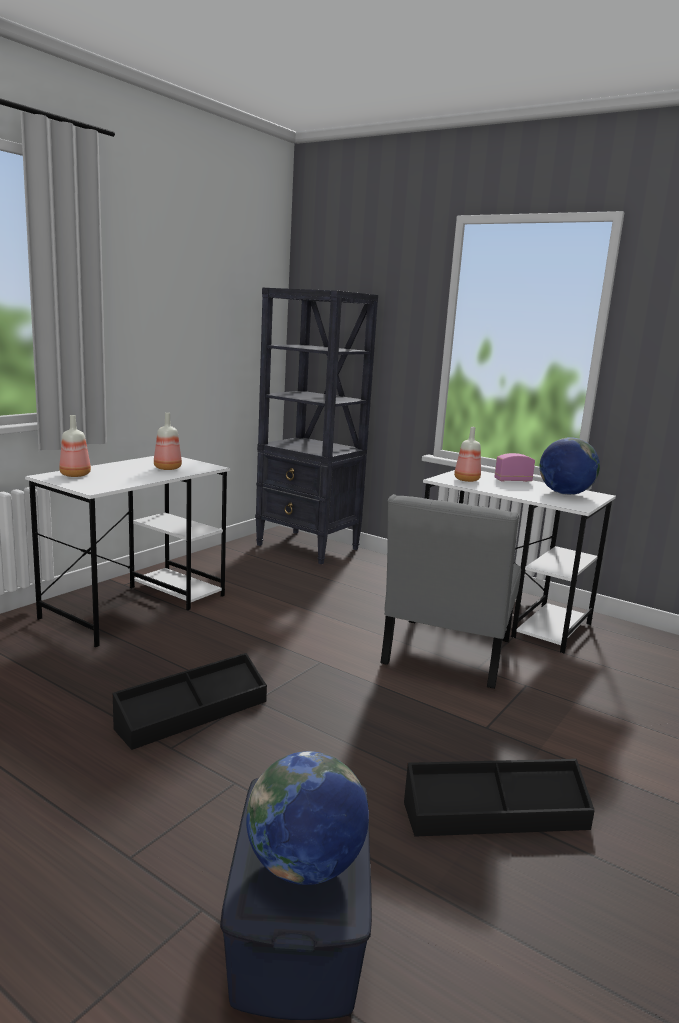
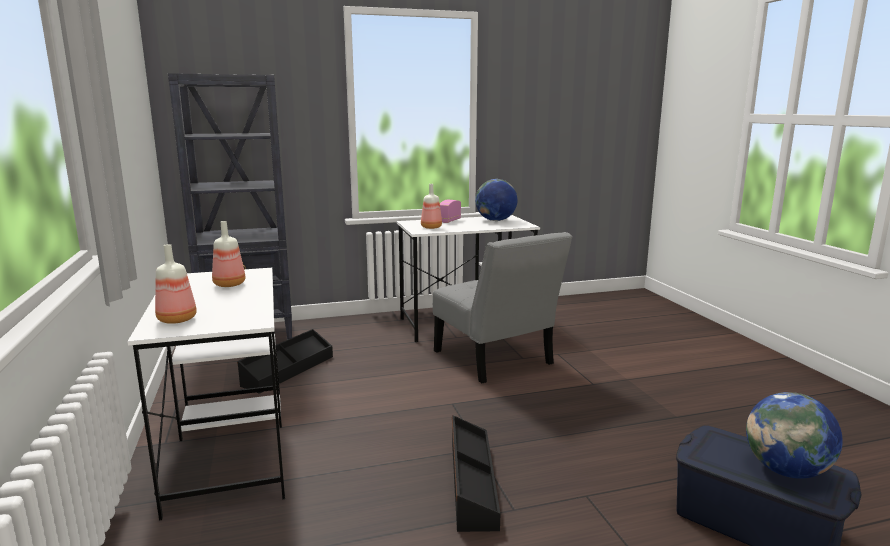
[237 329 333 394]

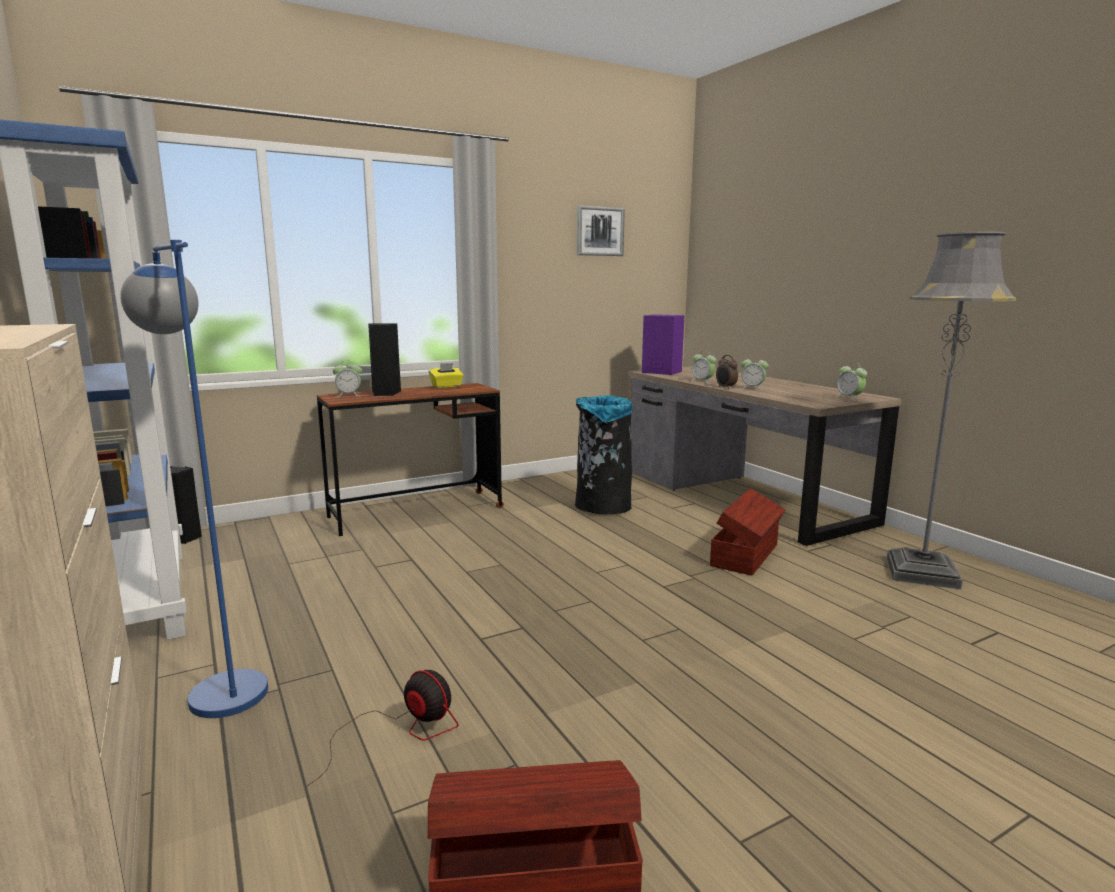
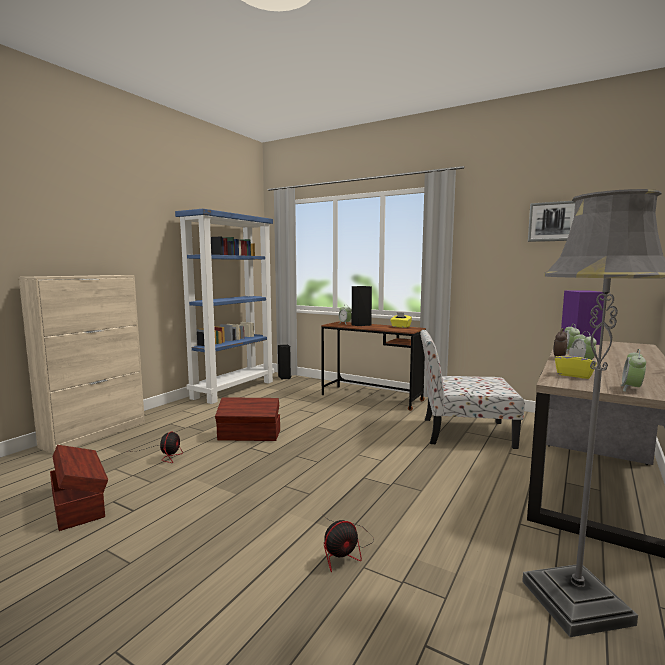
[120 240 268 718] (first image)
[420 330 525 449]
[215 397 280 441]
[322 514 374 572]
[555 347 597 379]

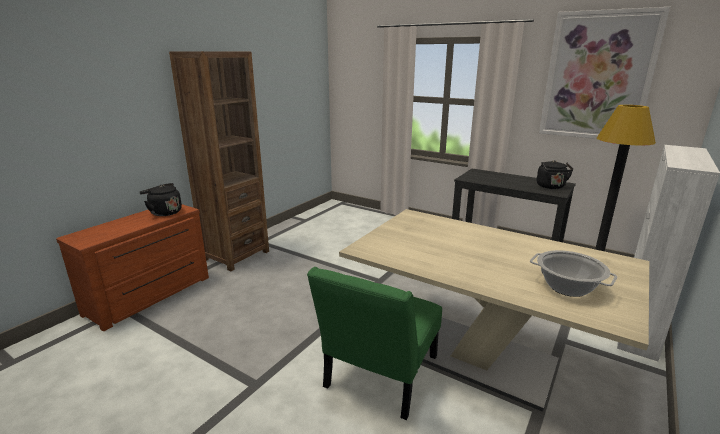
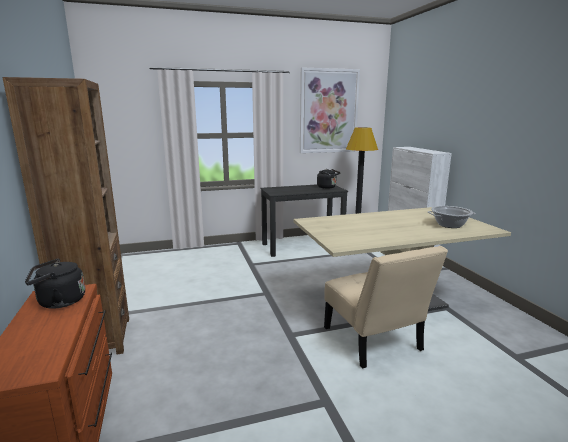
[324 246 448 369]

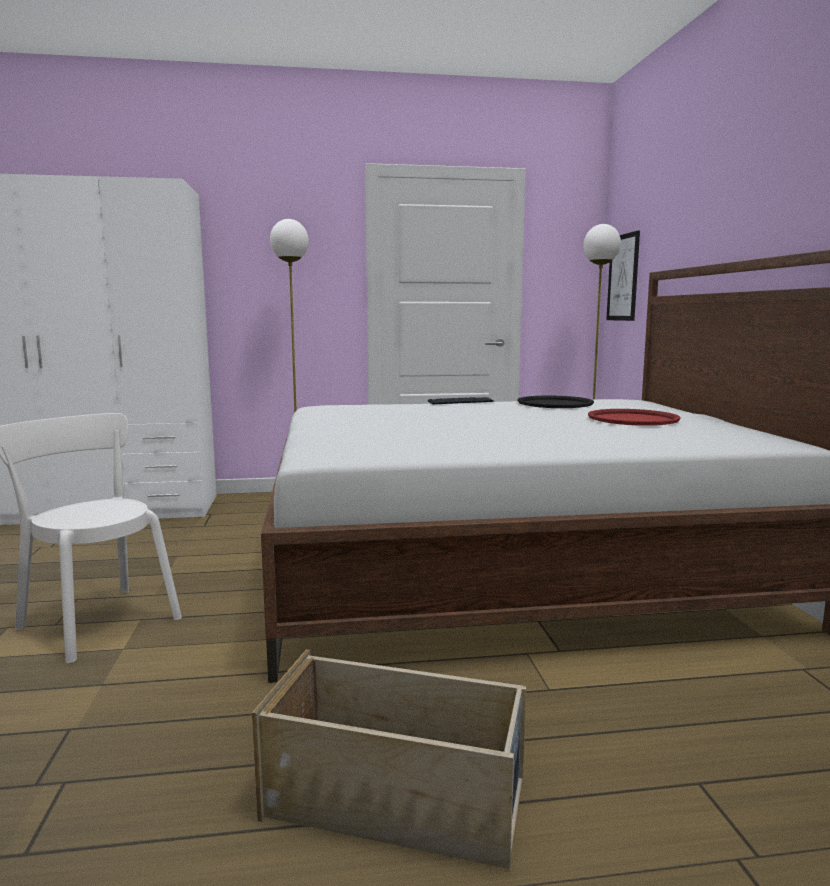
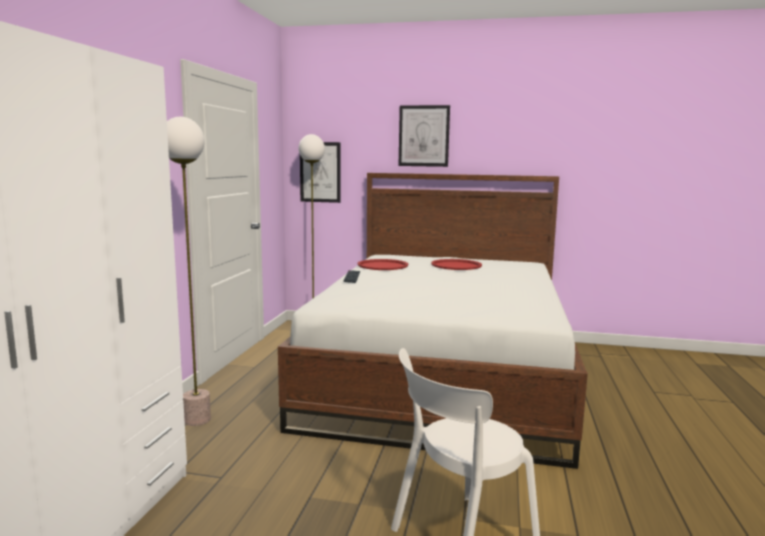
[252 649 526 869] (first image)
[357 259 408 270]
[399 105 450 167]

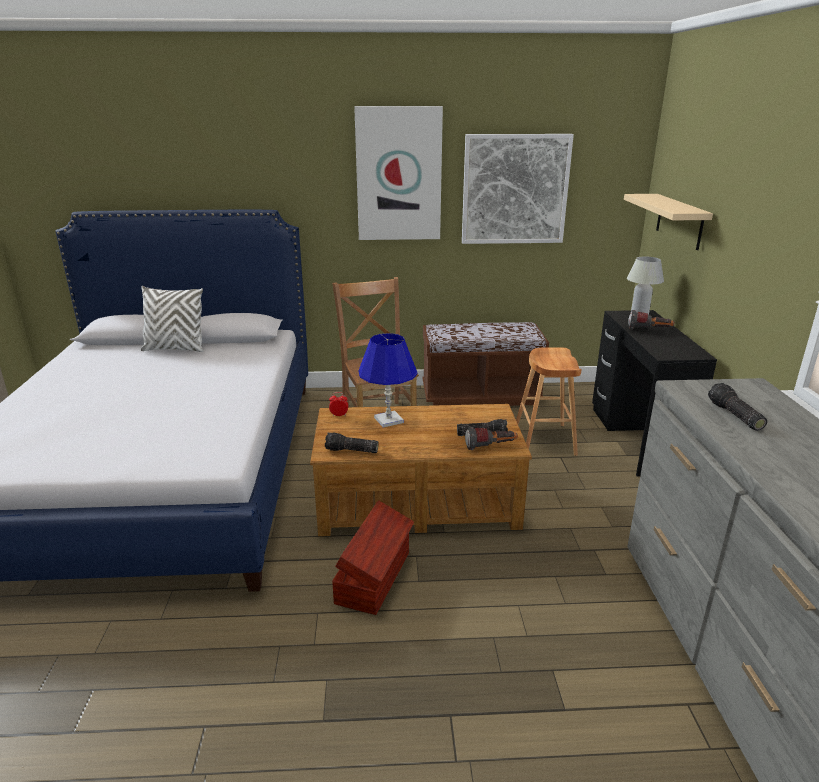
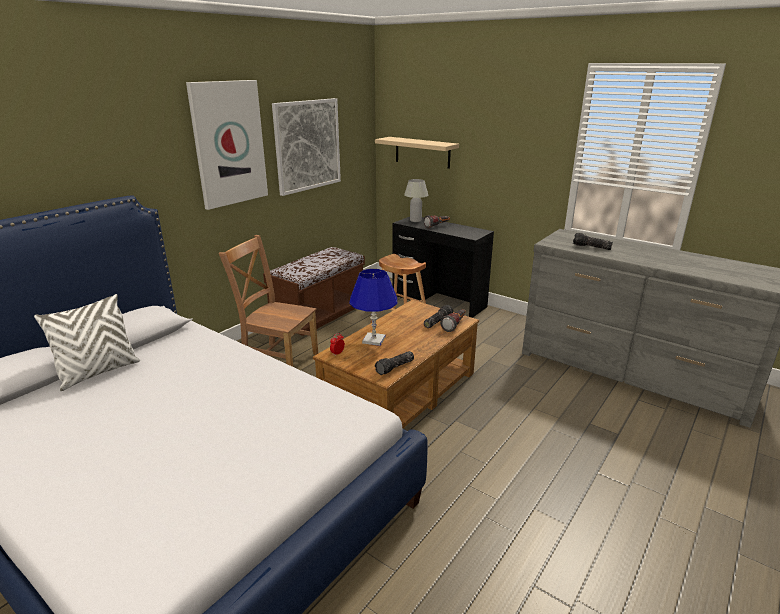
[332 500 414 615] (first image)

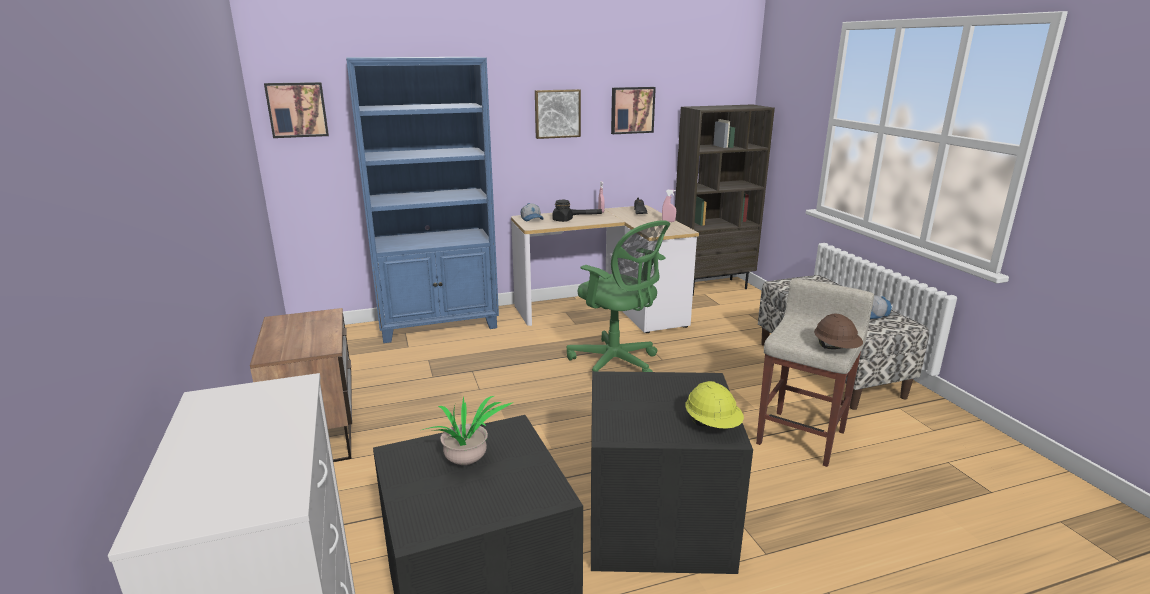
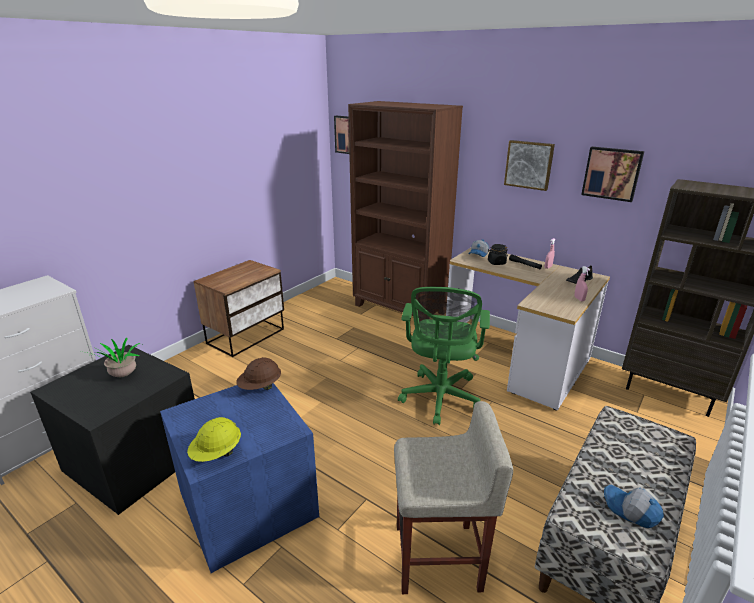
[348 101 463 316]
[160 383 319 573]
[236 357 281 390]

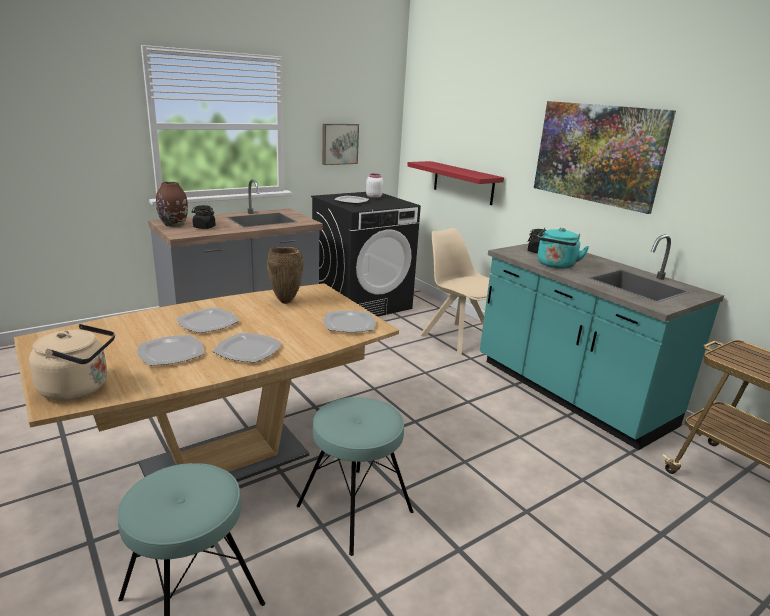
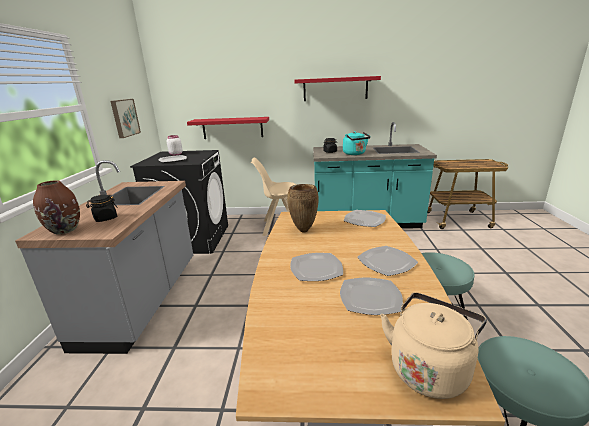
[295 76 381 101]

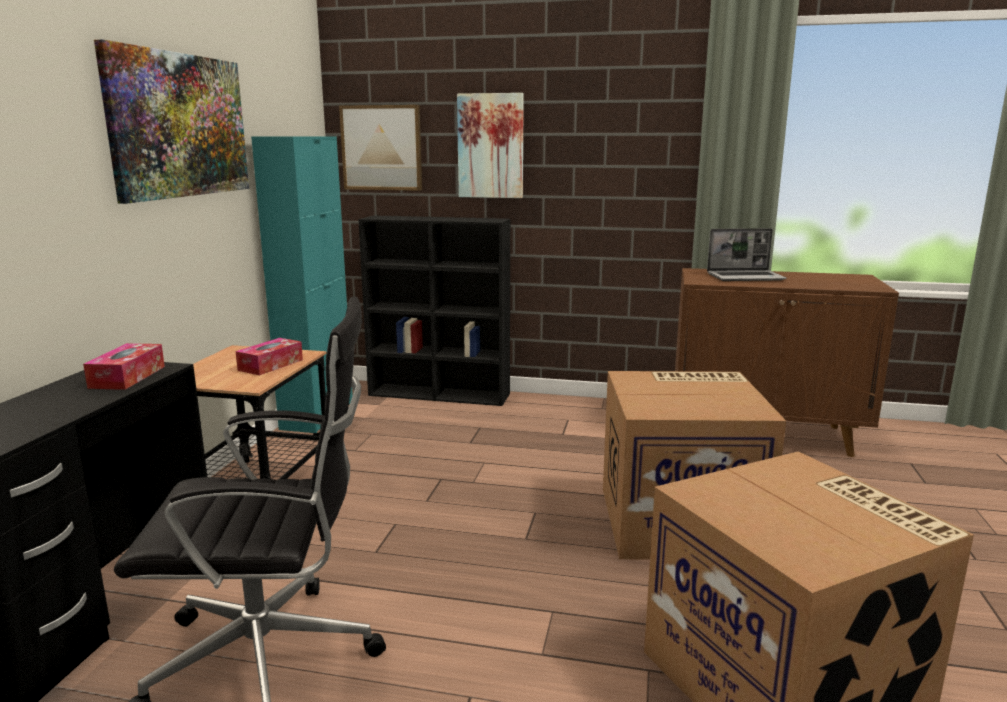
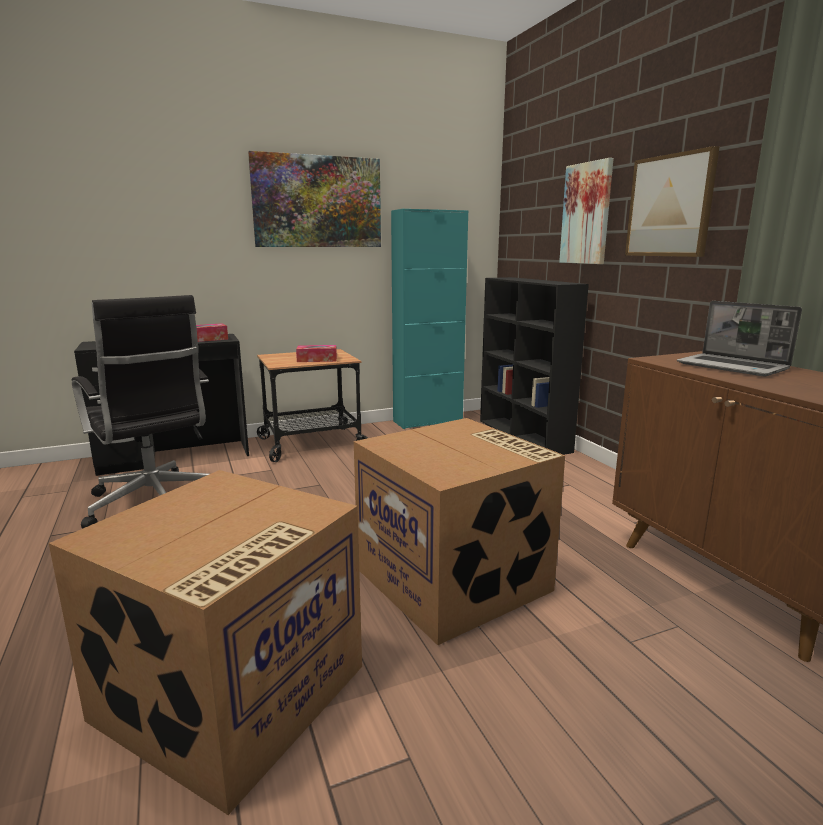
[625 146 719 257]

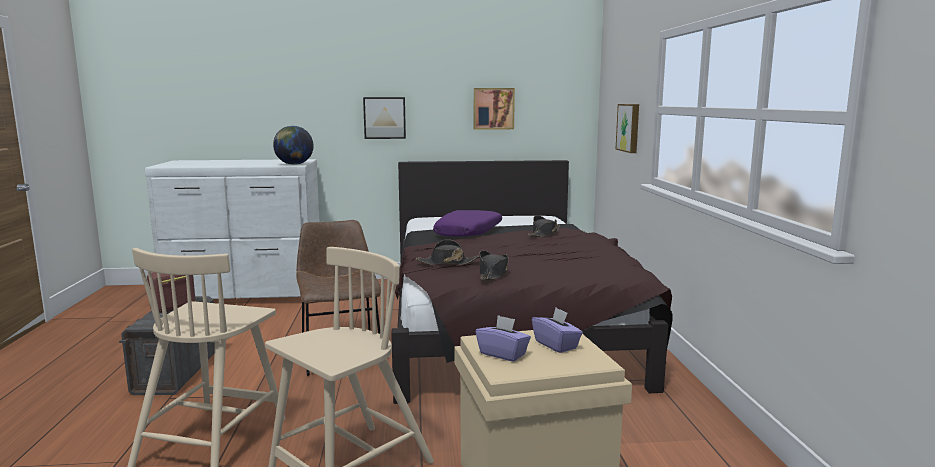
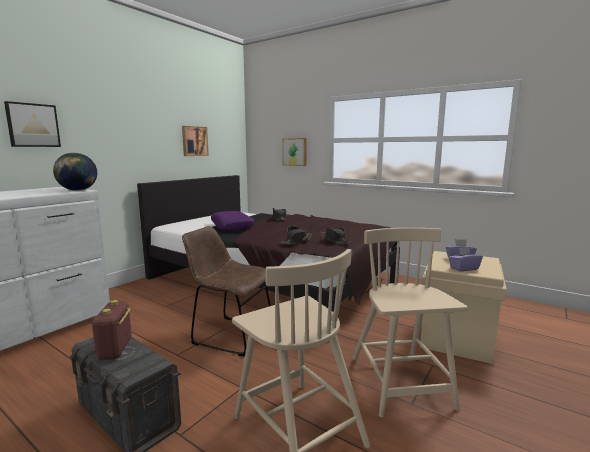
[4 101 61 147]

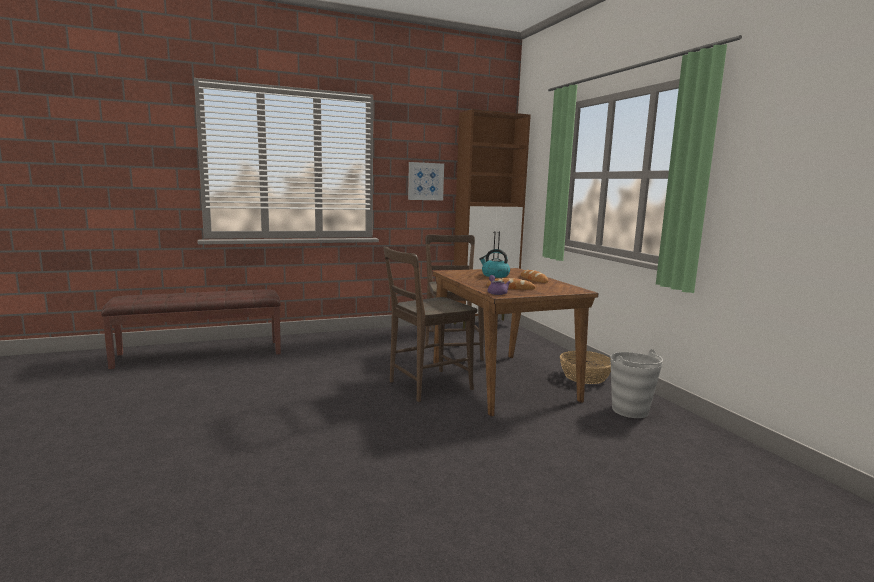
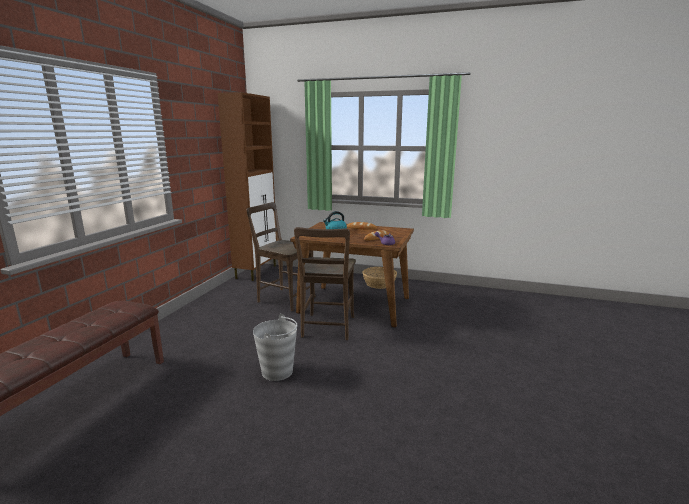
[408 162 444 200] (first image)
[253 314 297 381]

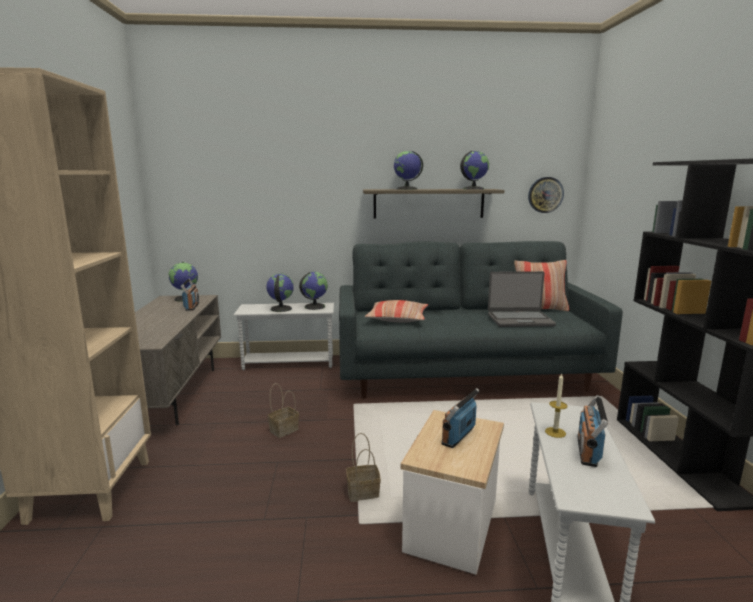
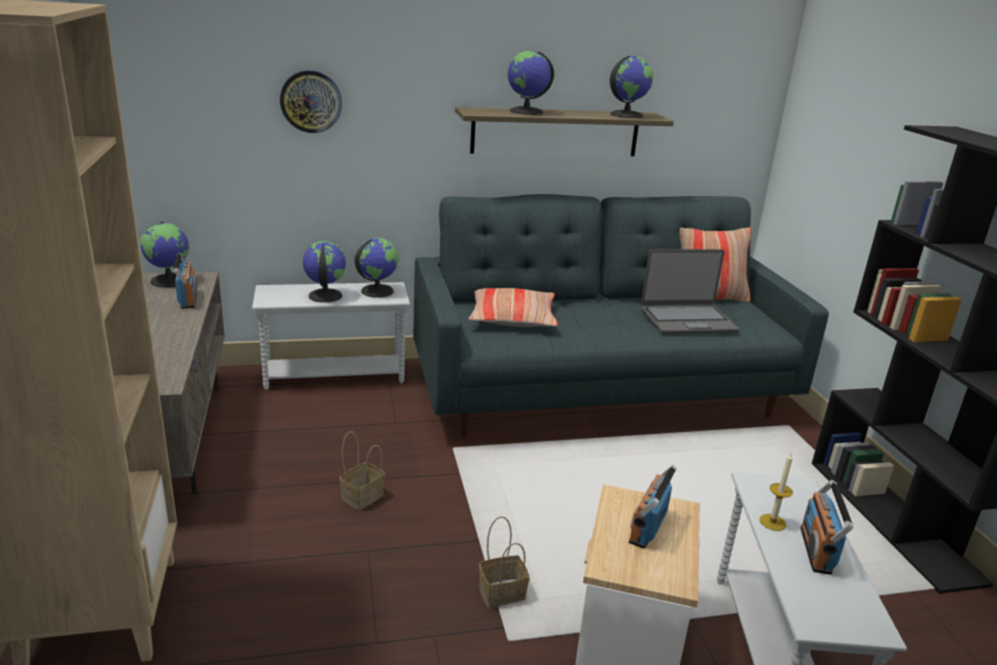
[280 70 342 133]

